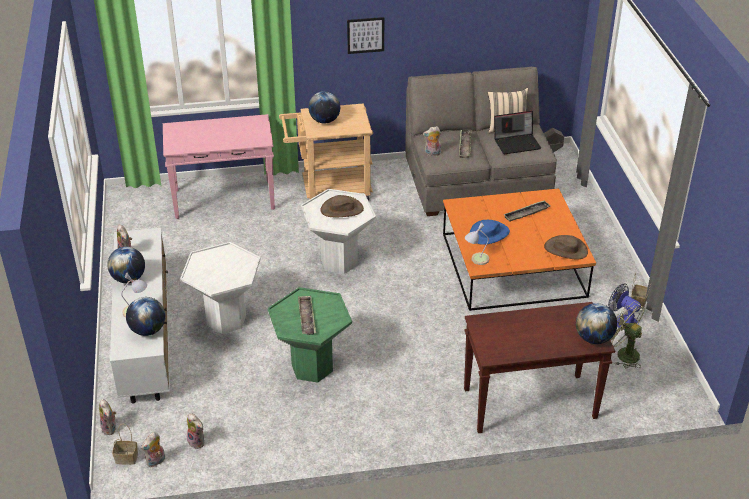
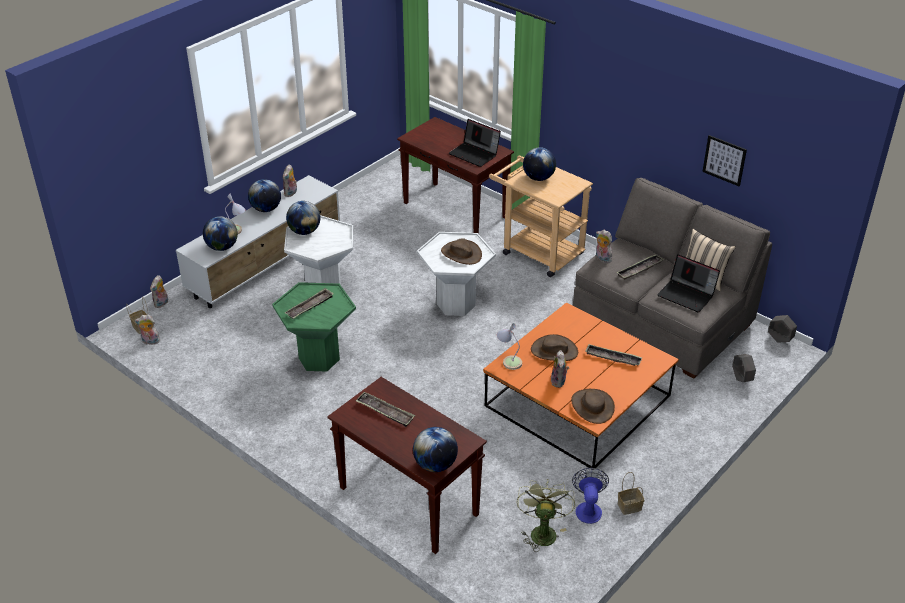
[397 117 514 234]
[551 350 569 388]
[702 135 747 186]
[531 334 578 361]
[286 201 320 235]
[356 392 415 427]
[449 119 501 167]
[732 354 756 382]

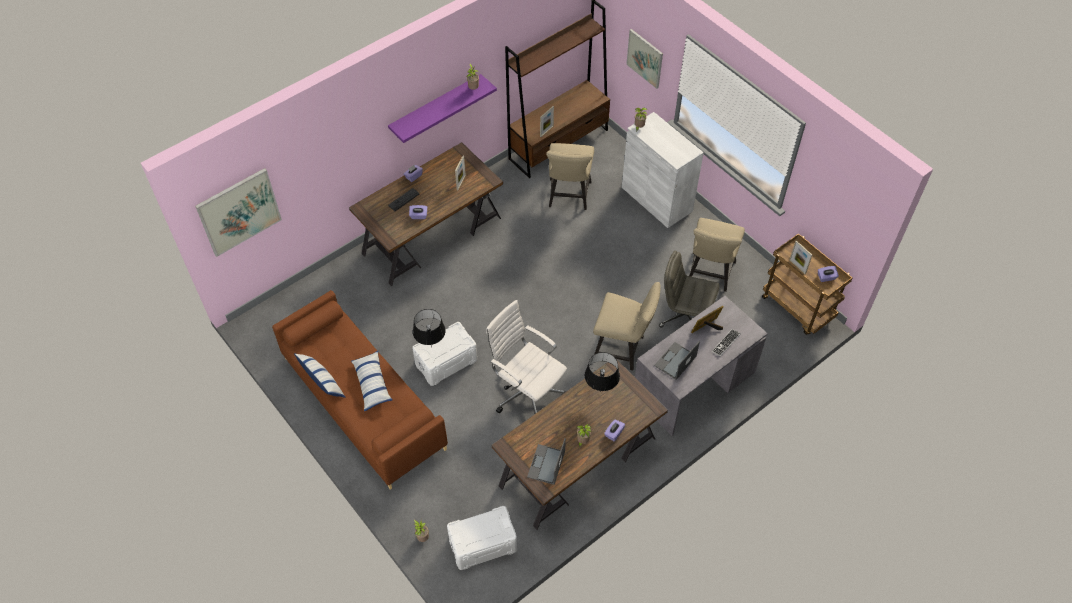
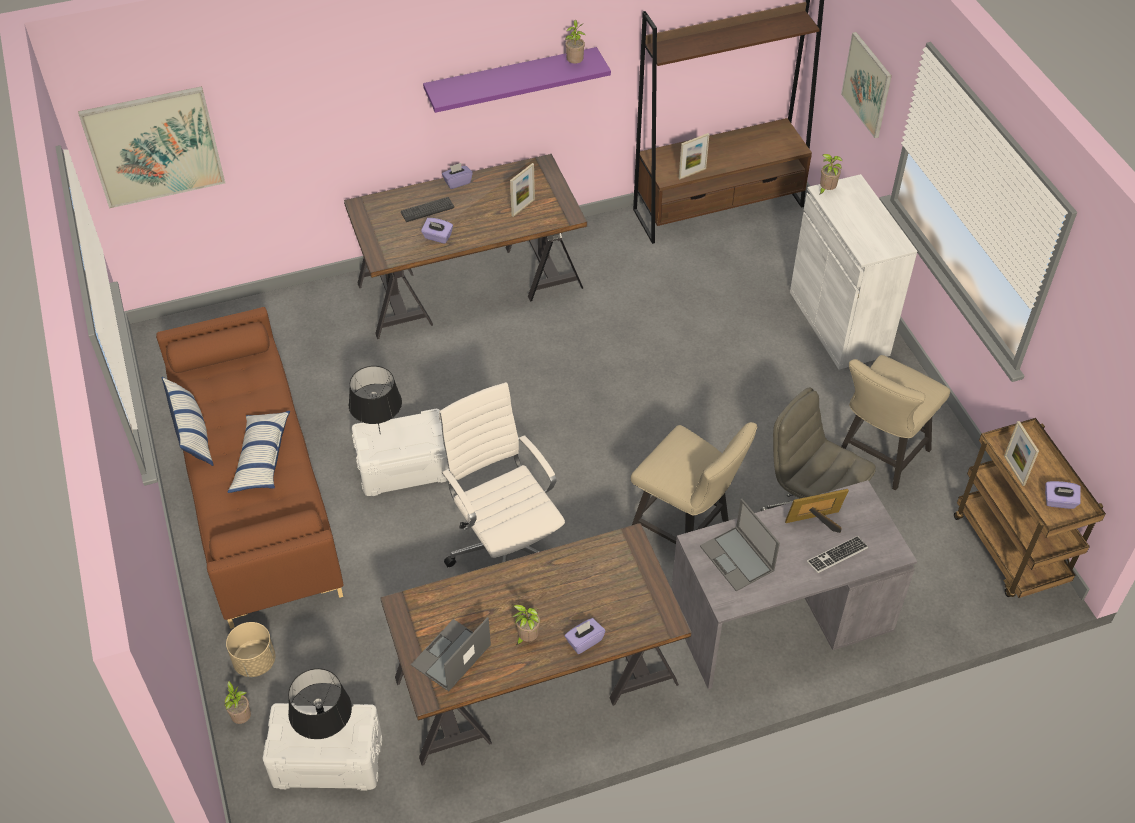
[546 143 594 210] (first image)
[288 668 352 739]
[700 499 780 591]
[226 622 276 677]

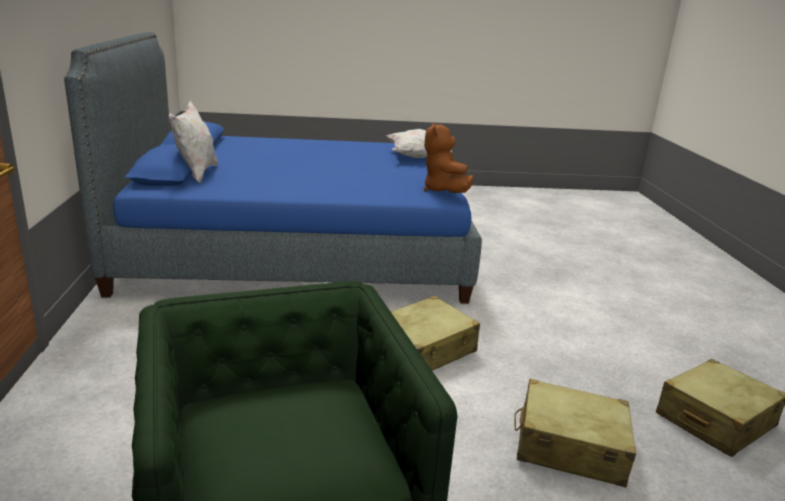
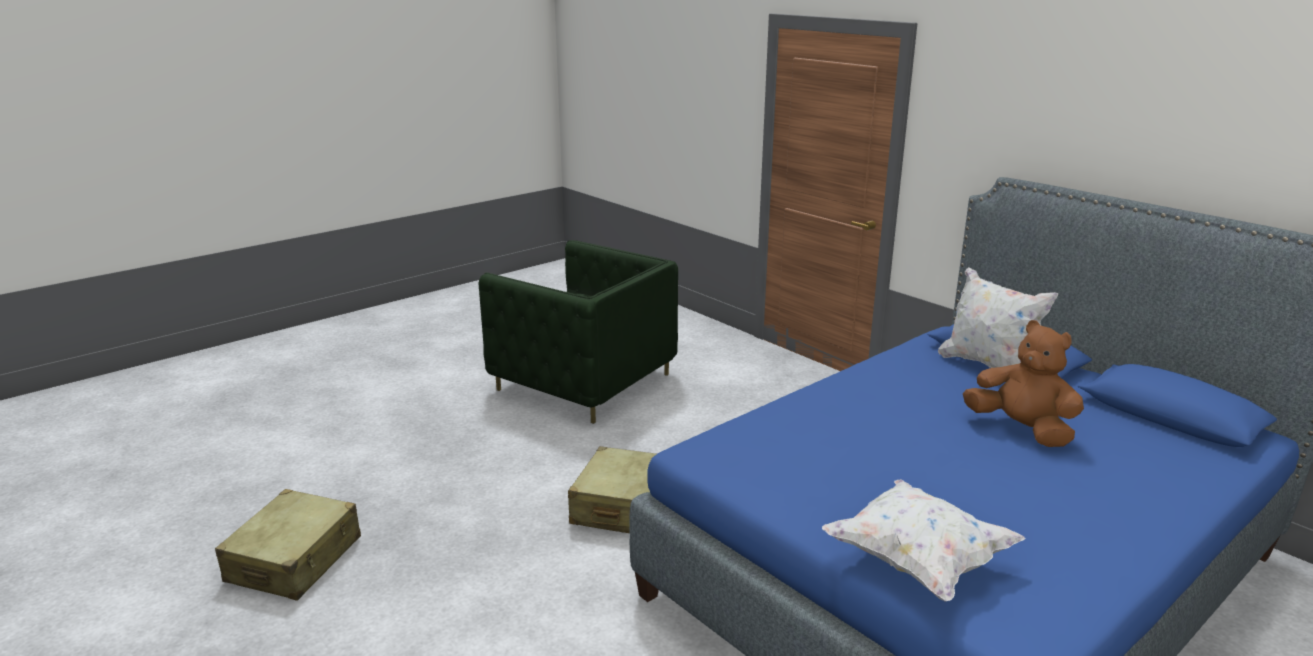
[963 320 1084 447]
[514 379 636 487] (first image)

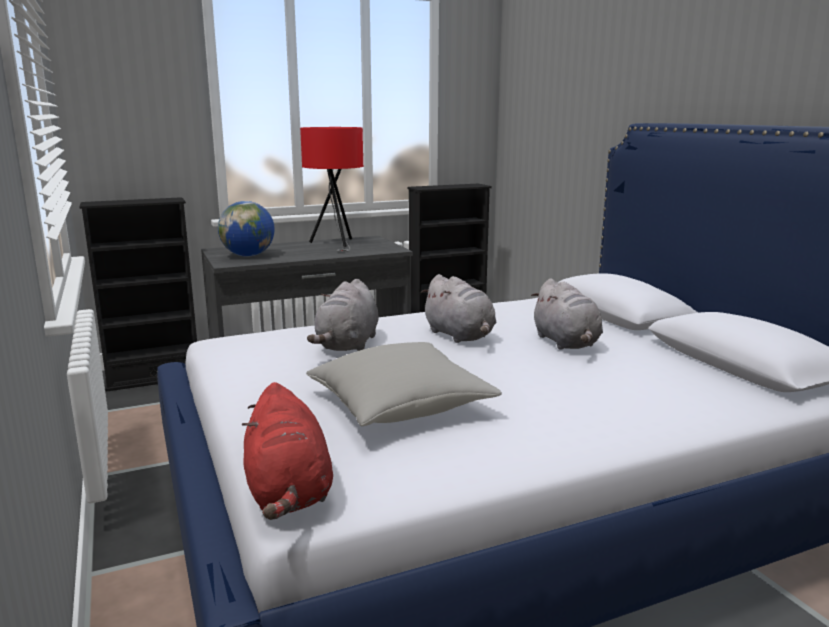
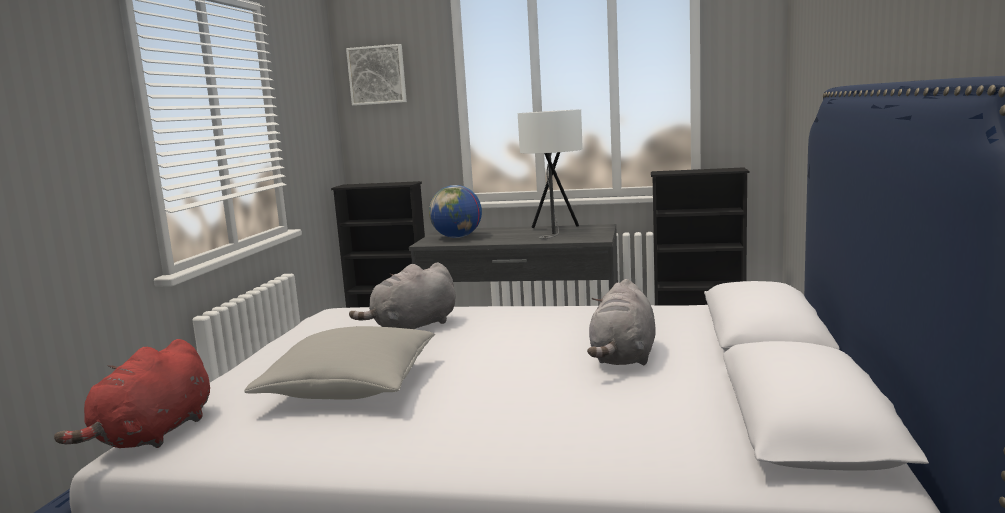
[518 109 583 239]
[421 274 496 343] (first image)
[346 44 407 106]

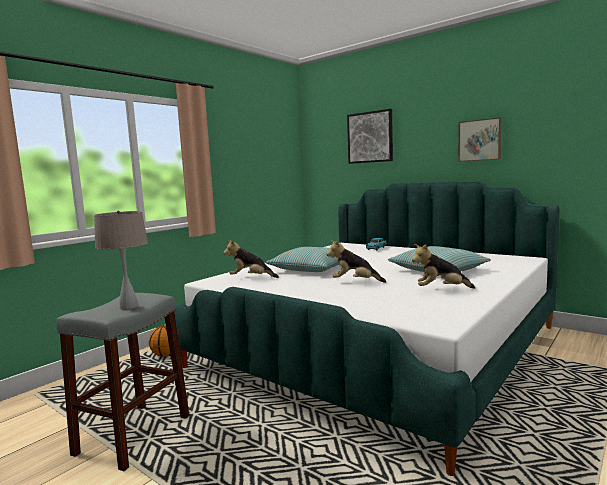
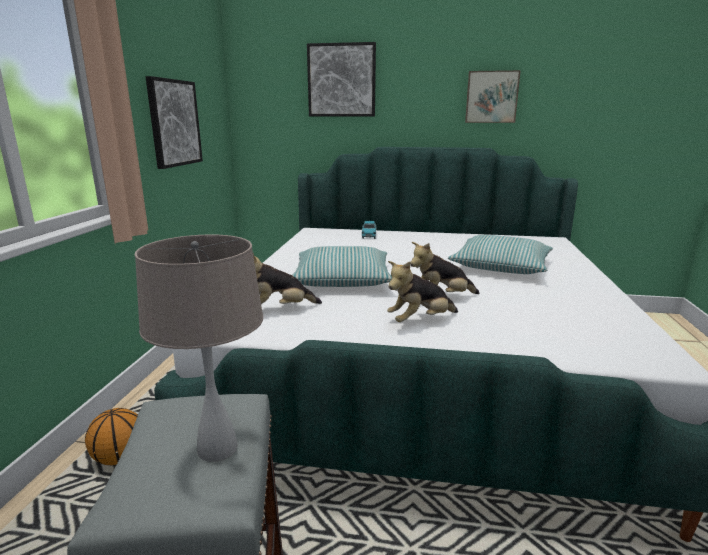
[387 261 458 322]
[146 76 203 169]

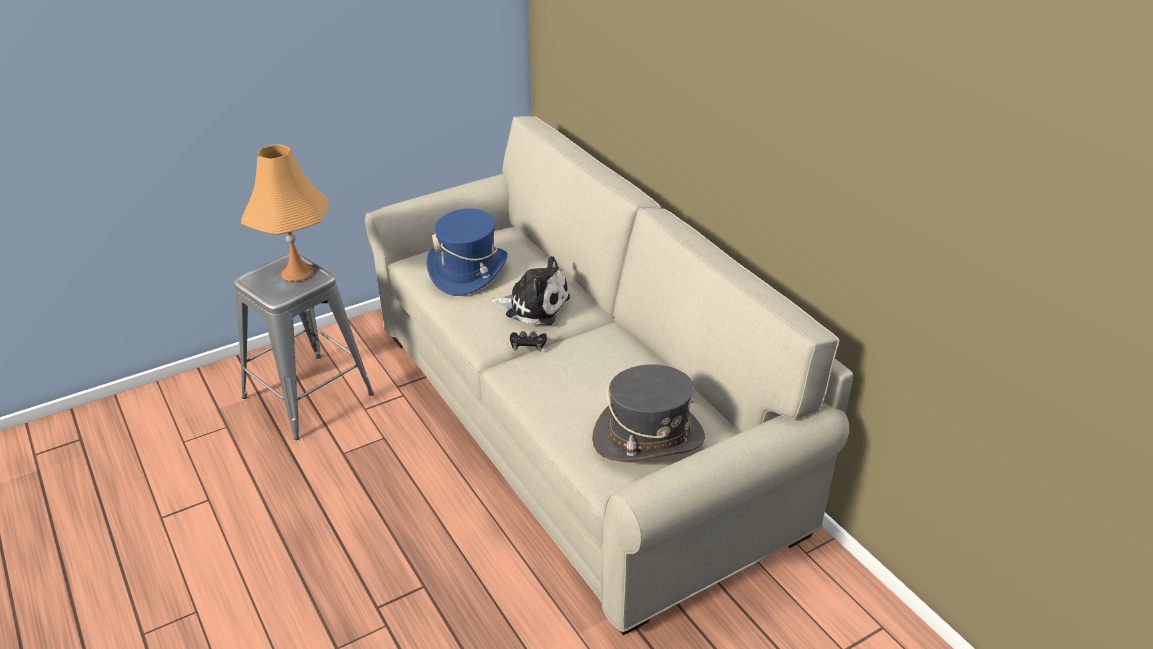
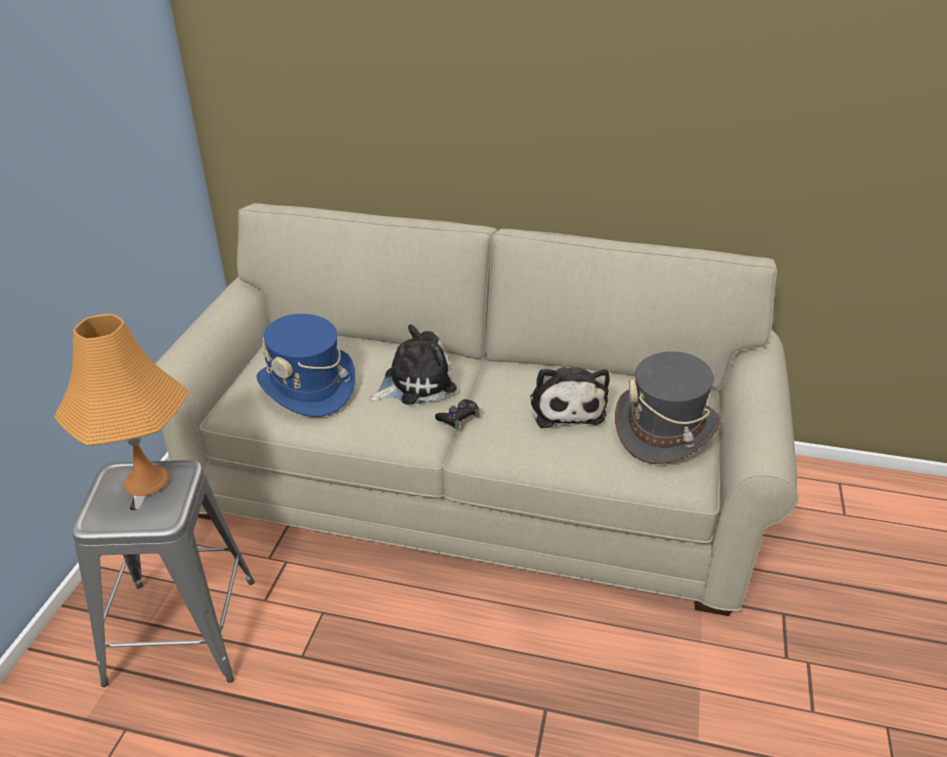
[530 367 610 428]

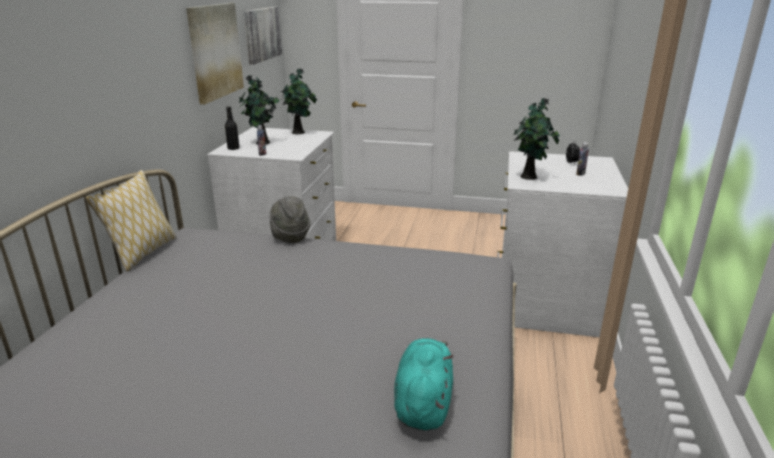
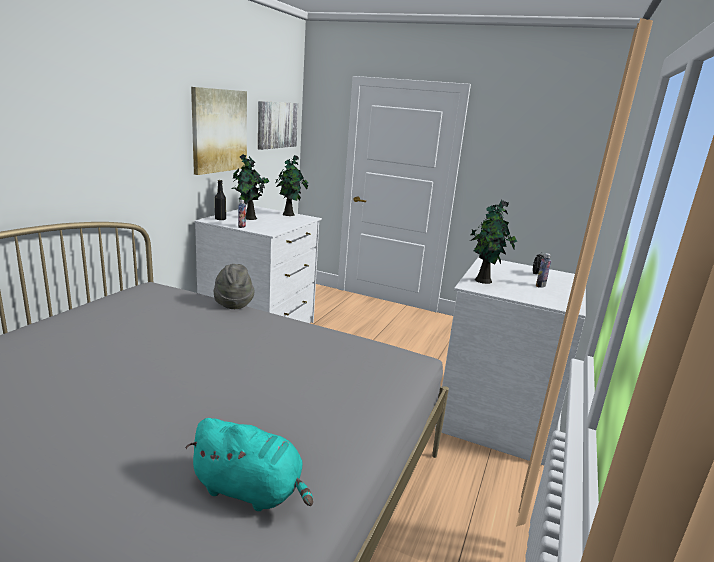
[86 170 176 271] (first image)
[185 418 313 511]

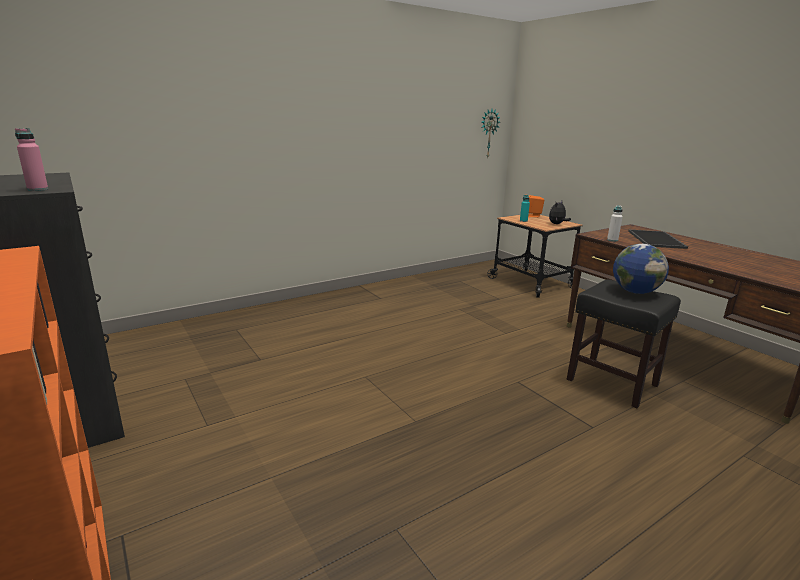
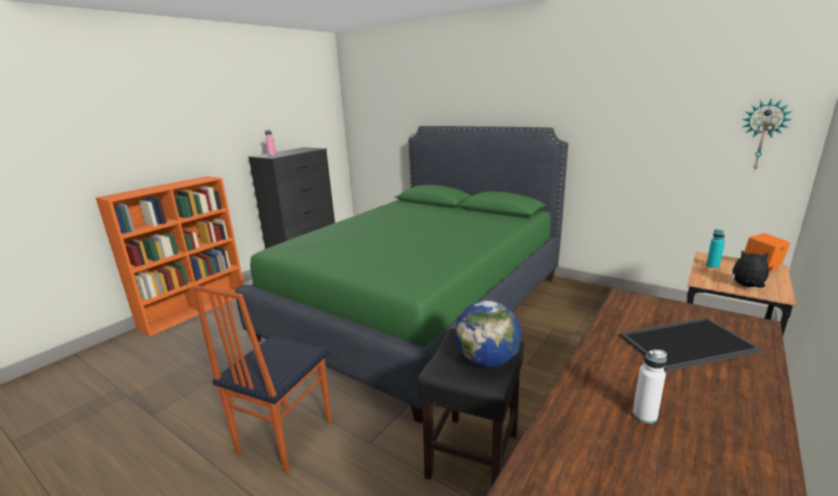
[633 350 667 424]
[193 285 332 474]
[235 126 568 423]

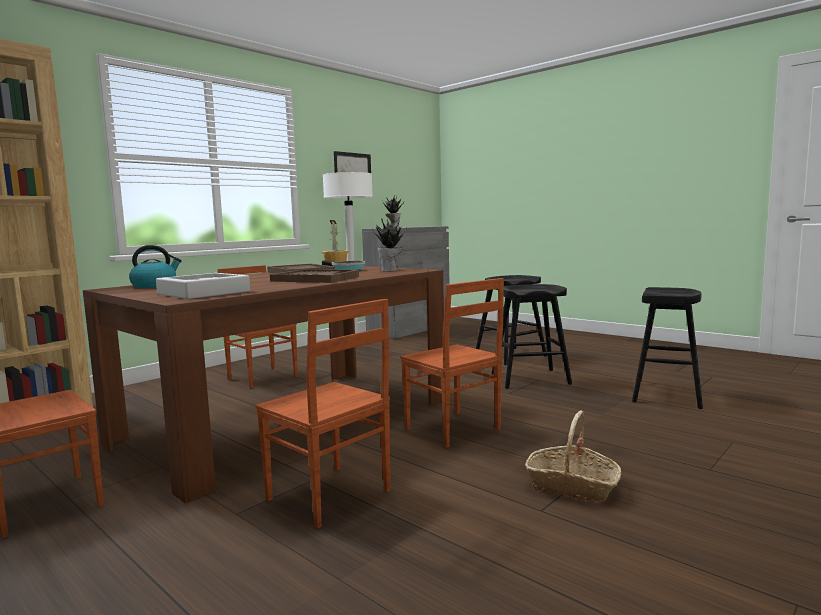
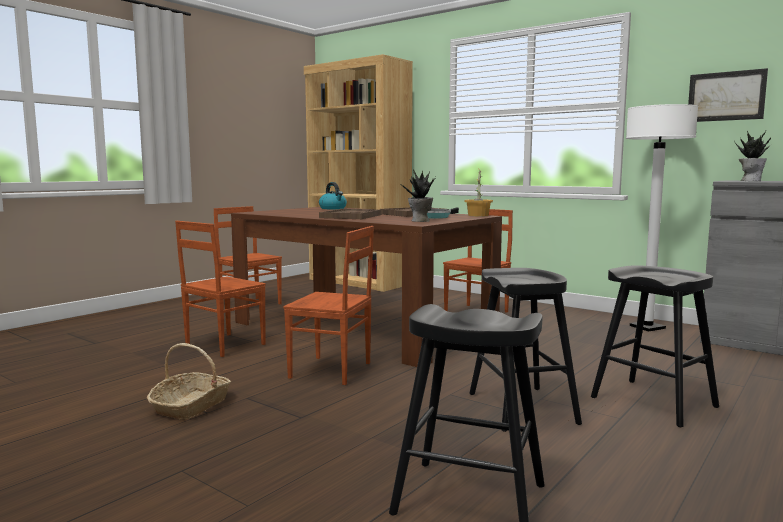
[156 273 250 299] (first image)
[283 226 374 385]

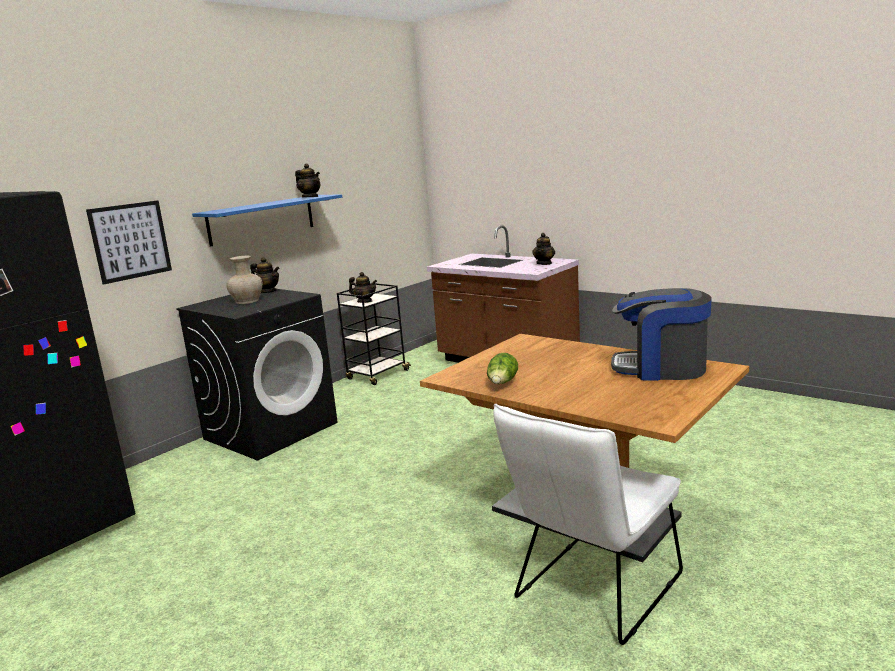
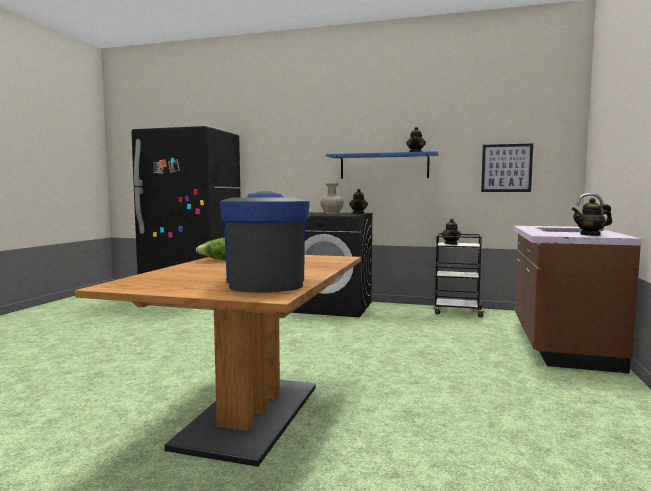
[481 143 533 192]
[493 404 683 645] (first image)

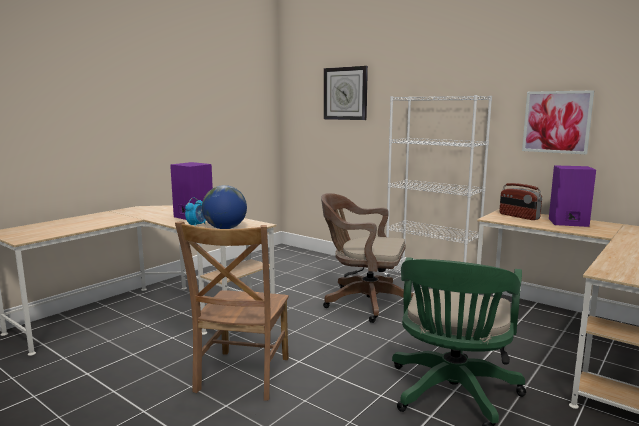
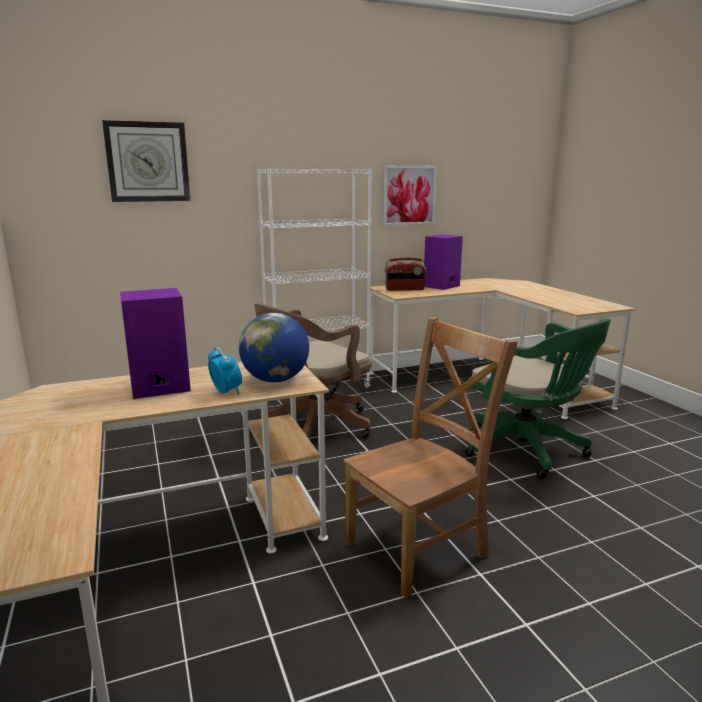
[343 317 518 598]

